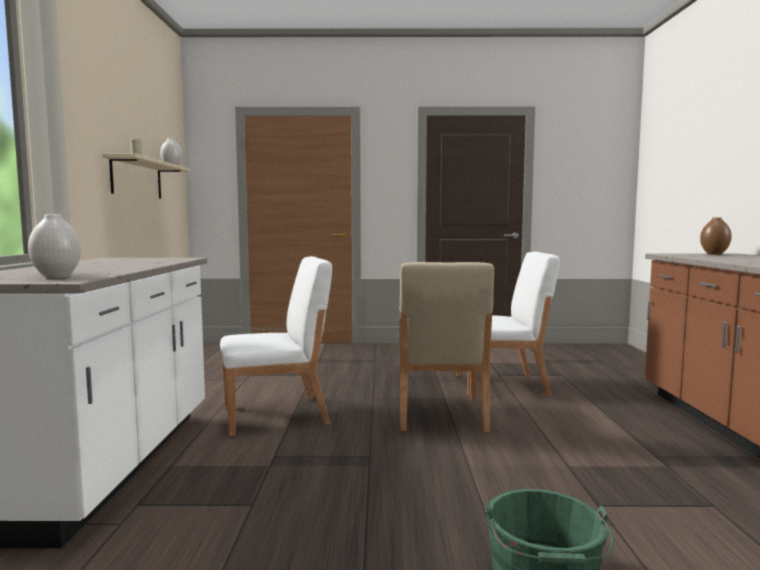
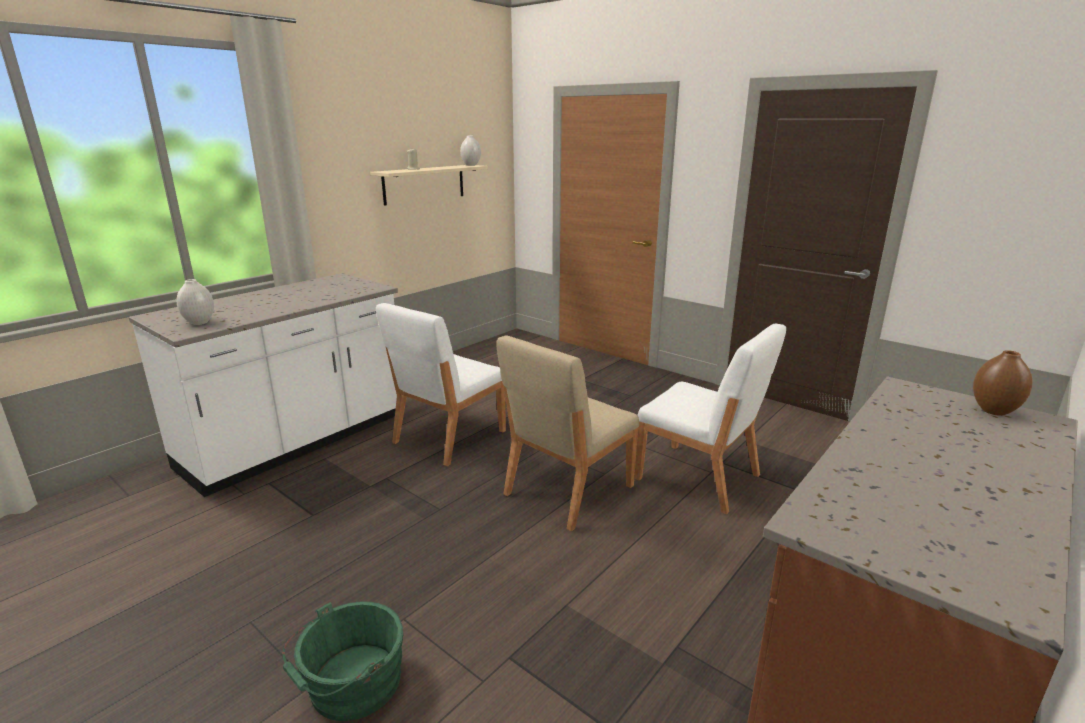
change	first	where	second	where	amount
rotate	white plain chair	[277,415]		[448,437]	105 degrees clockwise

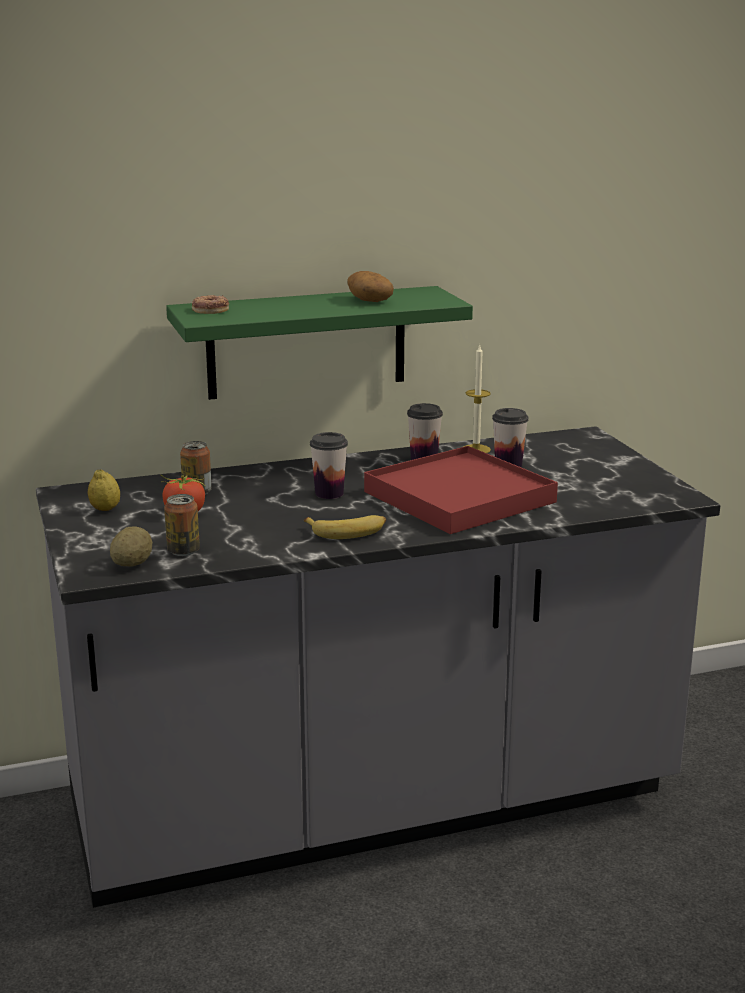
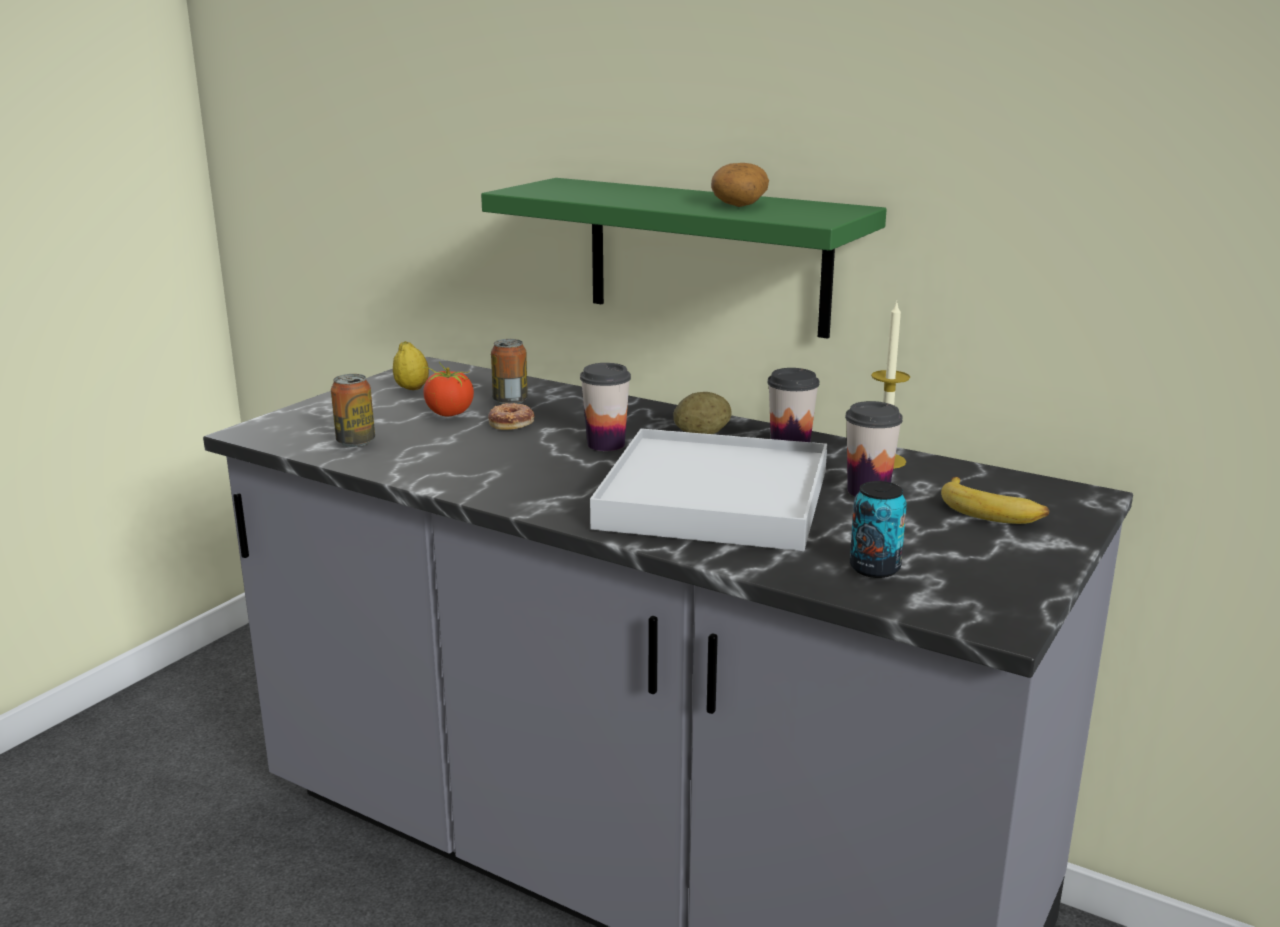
change	first	where	second	where	amount
insert			sealed can	[874,568]	
move	potato	[132,564]		[702,434]	
move	ring doughnut	[211,309]		[511,422]	
move	banana fruit	[347,532]		[991,511]	
recolor	reddish tray	[459,497]	white tray	[715,499]	

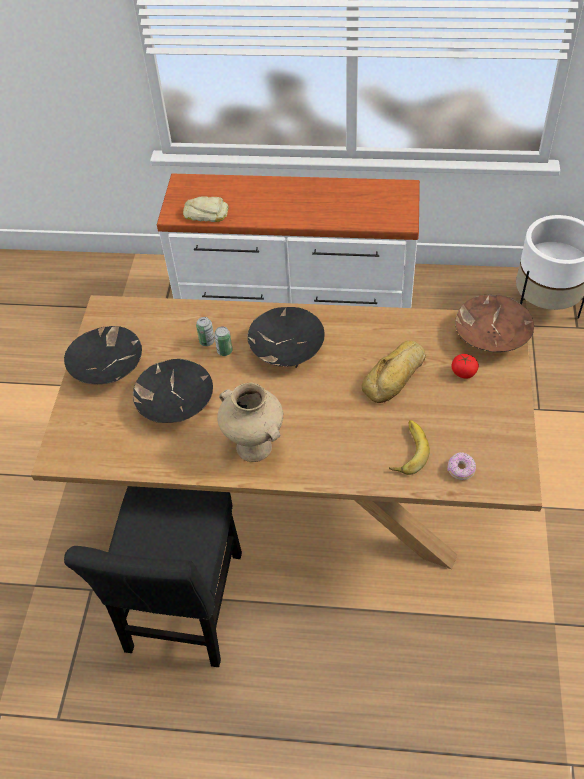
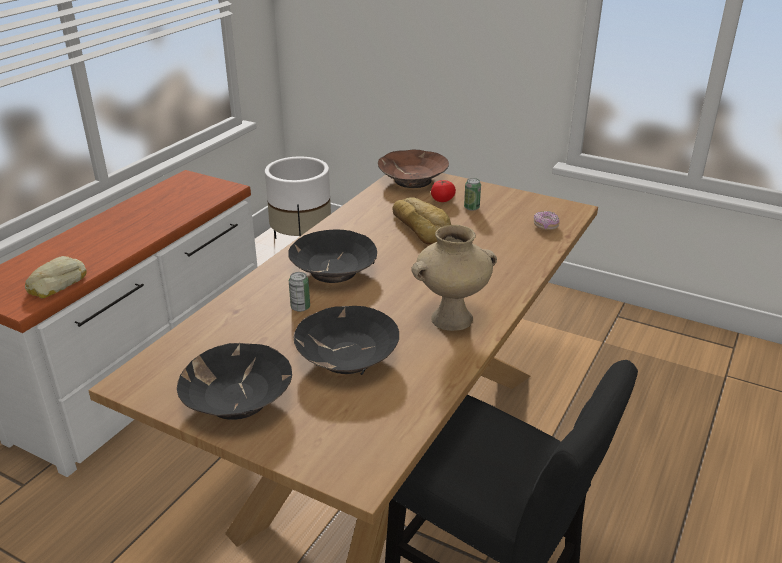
change	first	where	second	where	amount
delete	banana fruit	[406,450]			
move	sealed can	[207,341]		[471,208]	

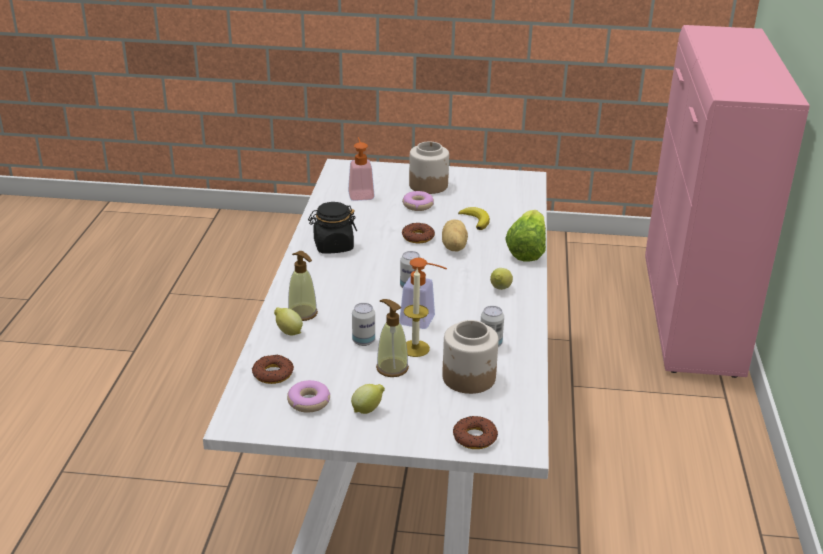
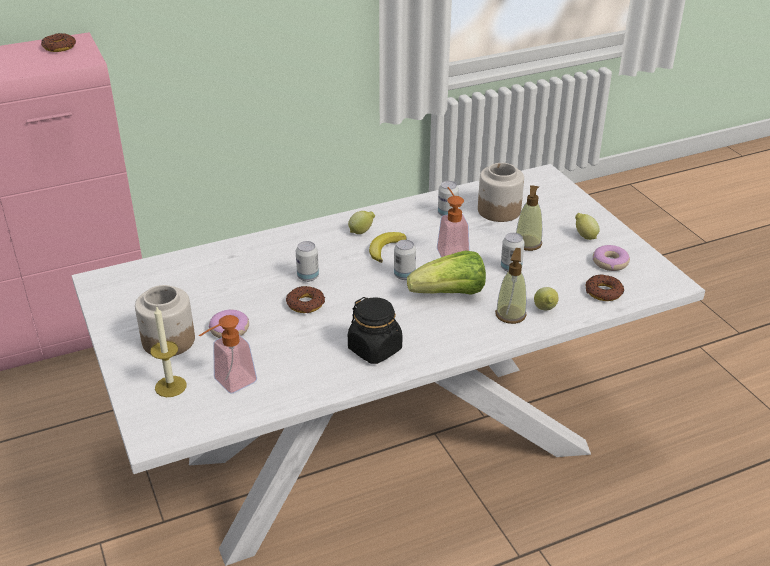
change	first	where	second	where	amount
move	candle	[415,348]		[170,386]	
move	ring doughnut	[474,437]		[59,47]	
move	banana fruit	[476,220]		[385,249]	
move	lettuce	[527,250]		[450,294]	
replace	potato	[453,247]	sealed can	[308,277]	

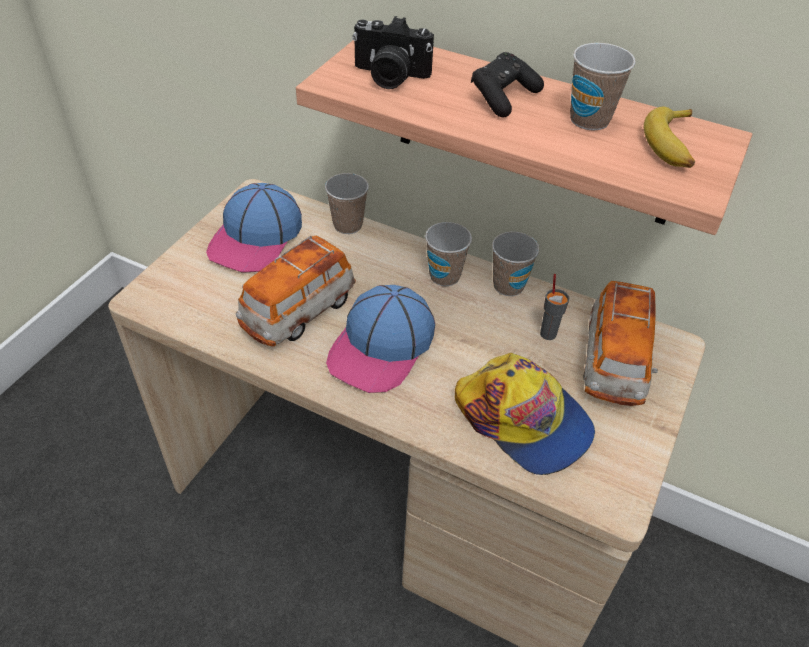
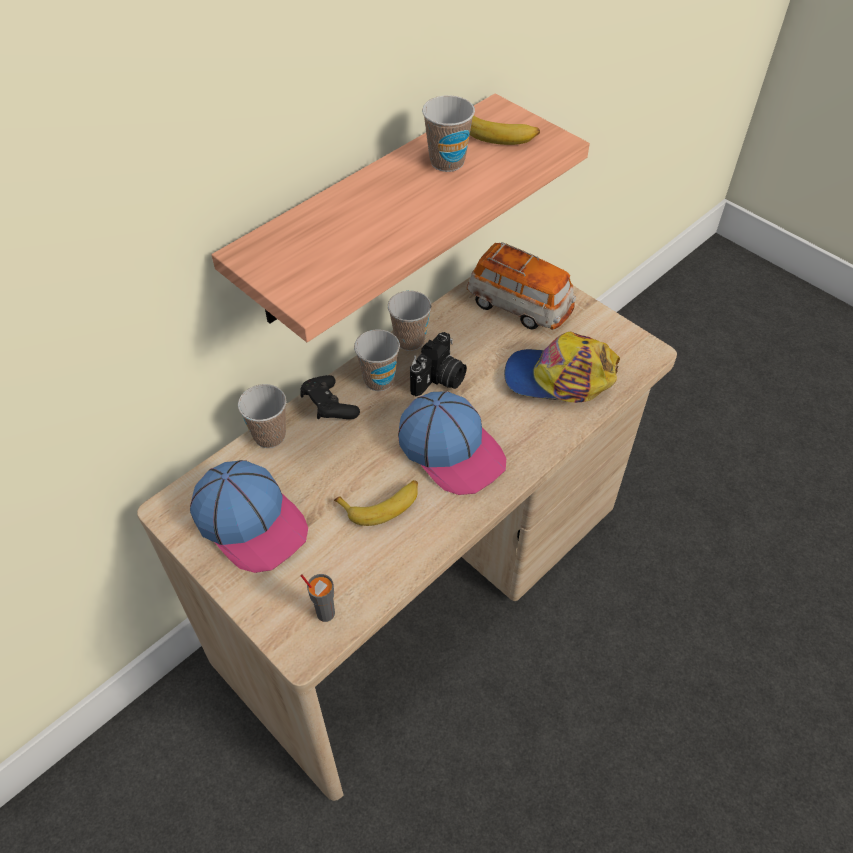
change	first	where	second	where	amount
move	photo camera	[389,77]		[439,380]	
move	blackish joypad	[503,97]		[329,407]	
move	greyish cup	[548,333]		[325,613]	
replace	model car	[298,312]	banana fruit	[382,504]	
rotate	cap	[523,420]		[560,378]	150 degrees counterclockwise

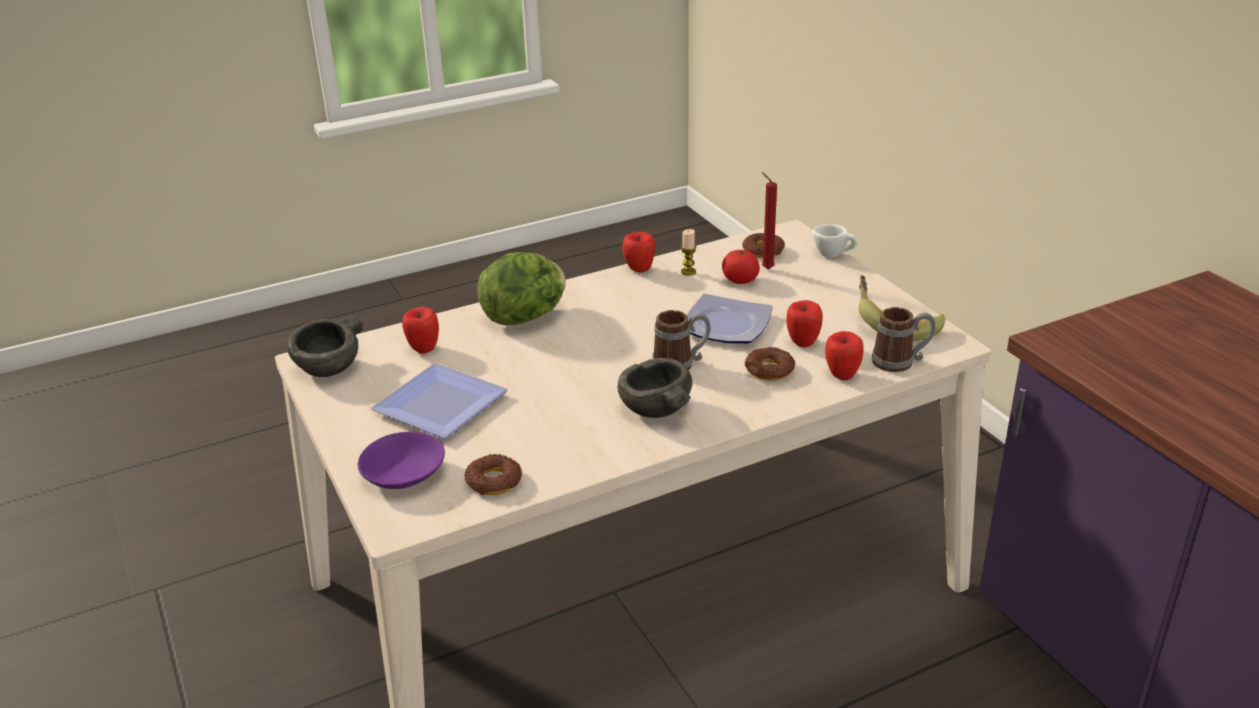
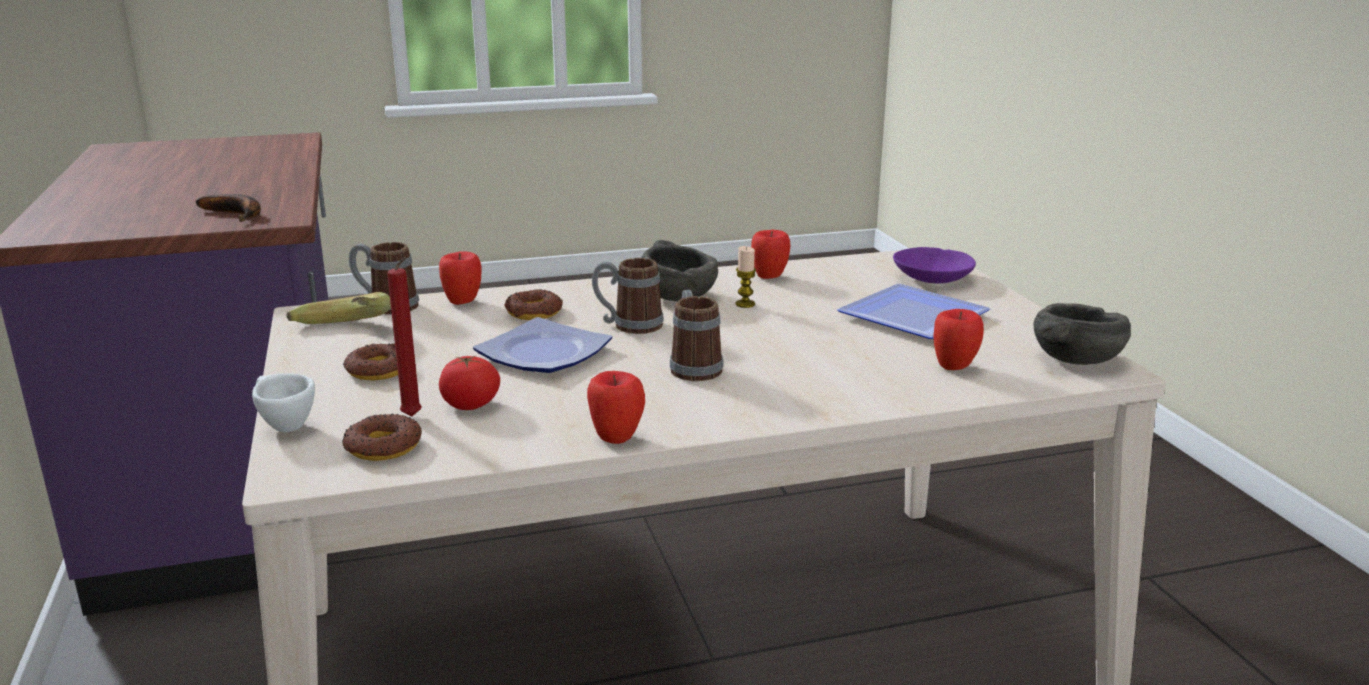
change	first	where	second	where	amount
delete	lettuce	[526,317]			
insert			banana fruit	[237,214]	
insert			coffee mug	[693,366]	
move	ring doughnut	[494,481]		[379,370]	
move	candle	[688,272]		[745,304]	
move	apple fruit	[802,342]		[769,277]	

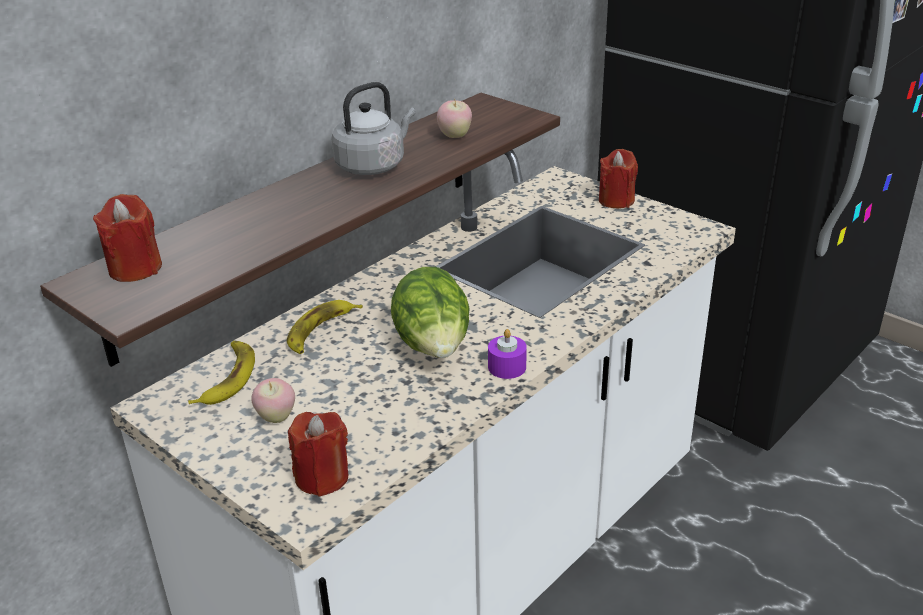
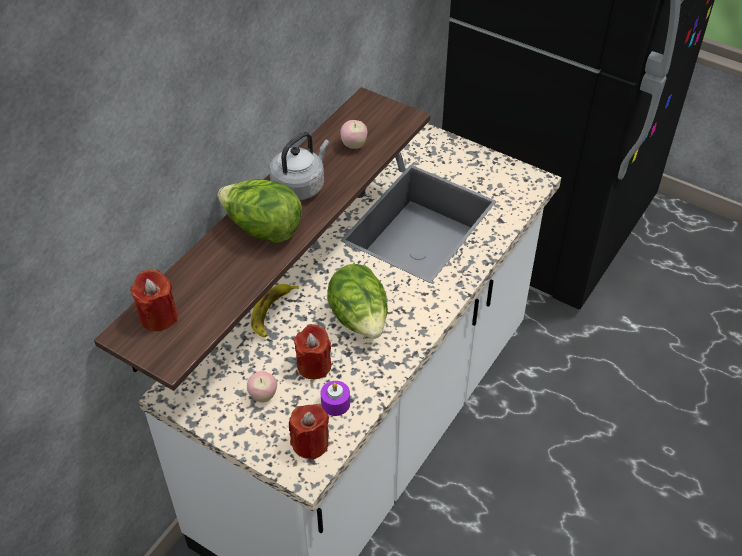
change	first	where	second	where	amount
delete	banana fruit	[227,378]			
insert			lettuce	[263,229]	
move	purple candle	[507,367]		[335,403]	
move	reddish candle	[616,200]		[314,365]	

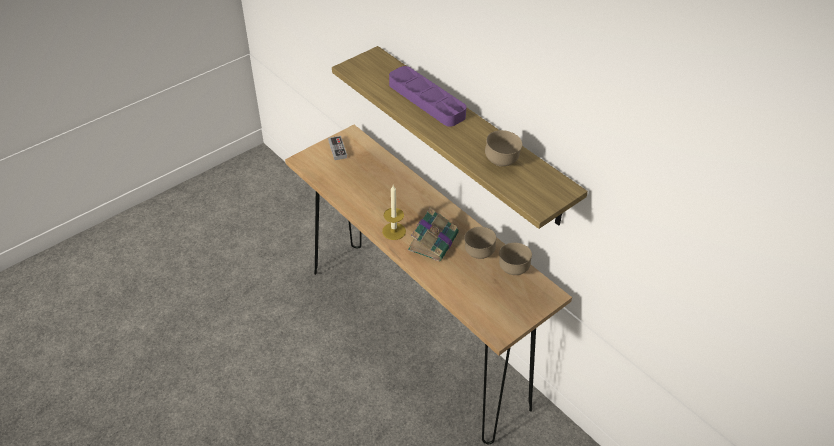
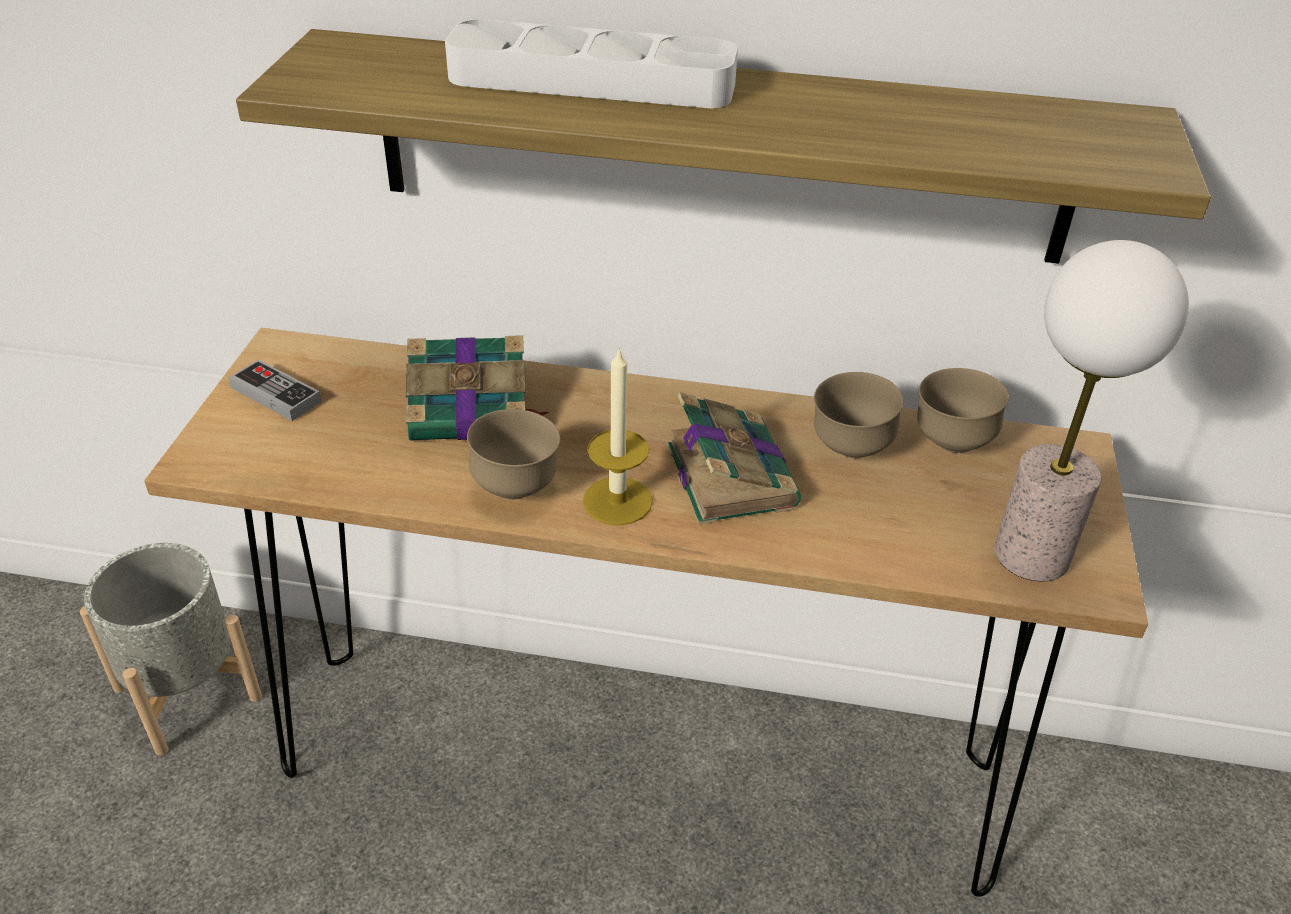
change	first	where	second	where	amount
insert			greyish planter	[186,693]	
insert			volume	[473,411]	
insert			lamp for a table	[1032,555]	
move	brownish serving bowl	[501,162]		[516,488]	
recolor	purple tray	[426,100]	white tray	[591,81]	

